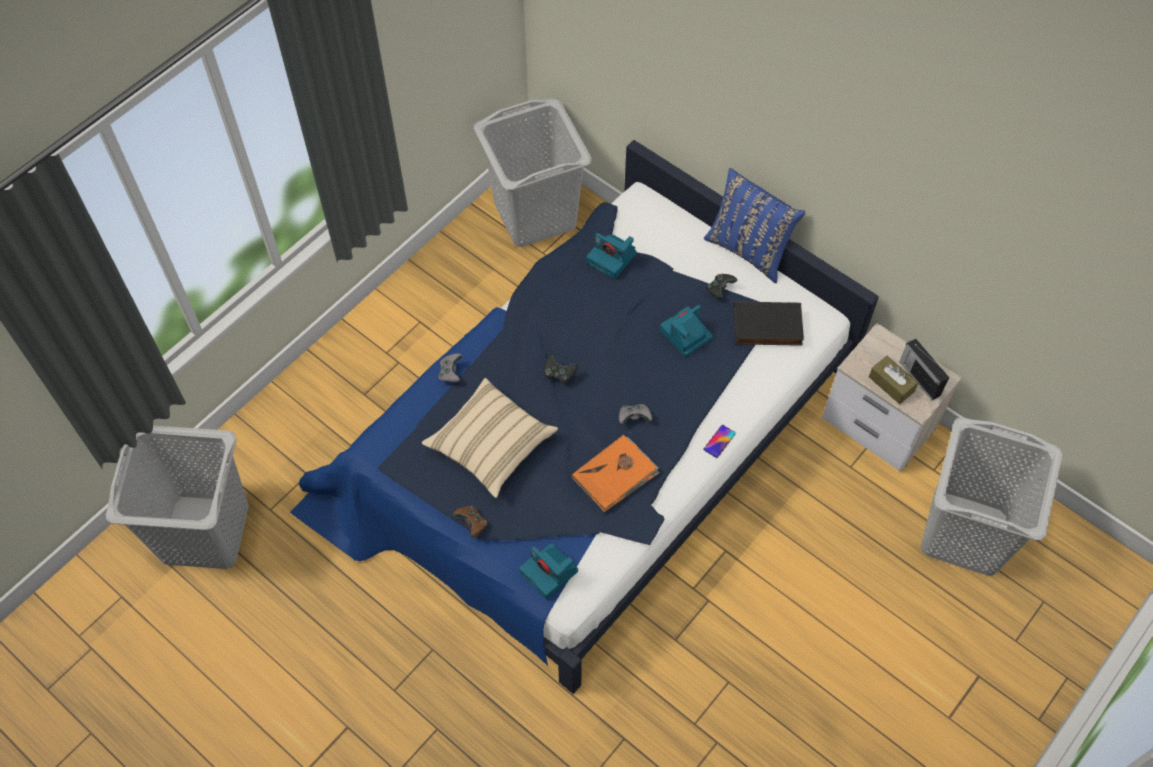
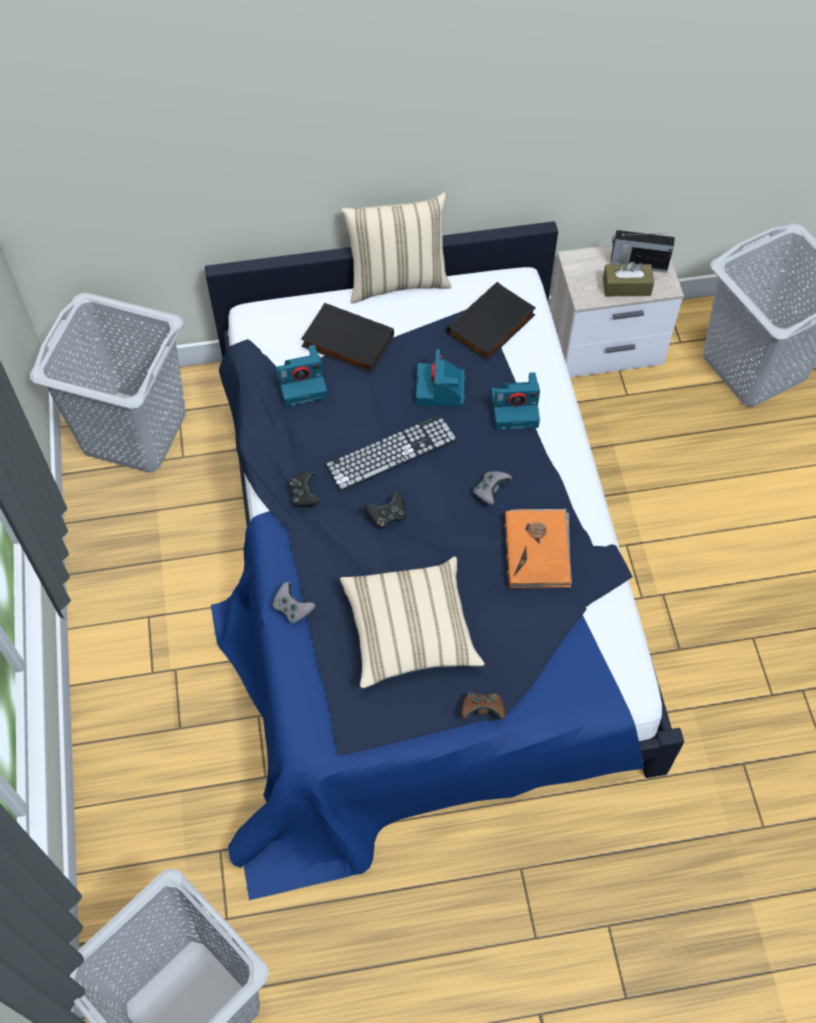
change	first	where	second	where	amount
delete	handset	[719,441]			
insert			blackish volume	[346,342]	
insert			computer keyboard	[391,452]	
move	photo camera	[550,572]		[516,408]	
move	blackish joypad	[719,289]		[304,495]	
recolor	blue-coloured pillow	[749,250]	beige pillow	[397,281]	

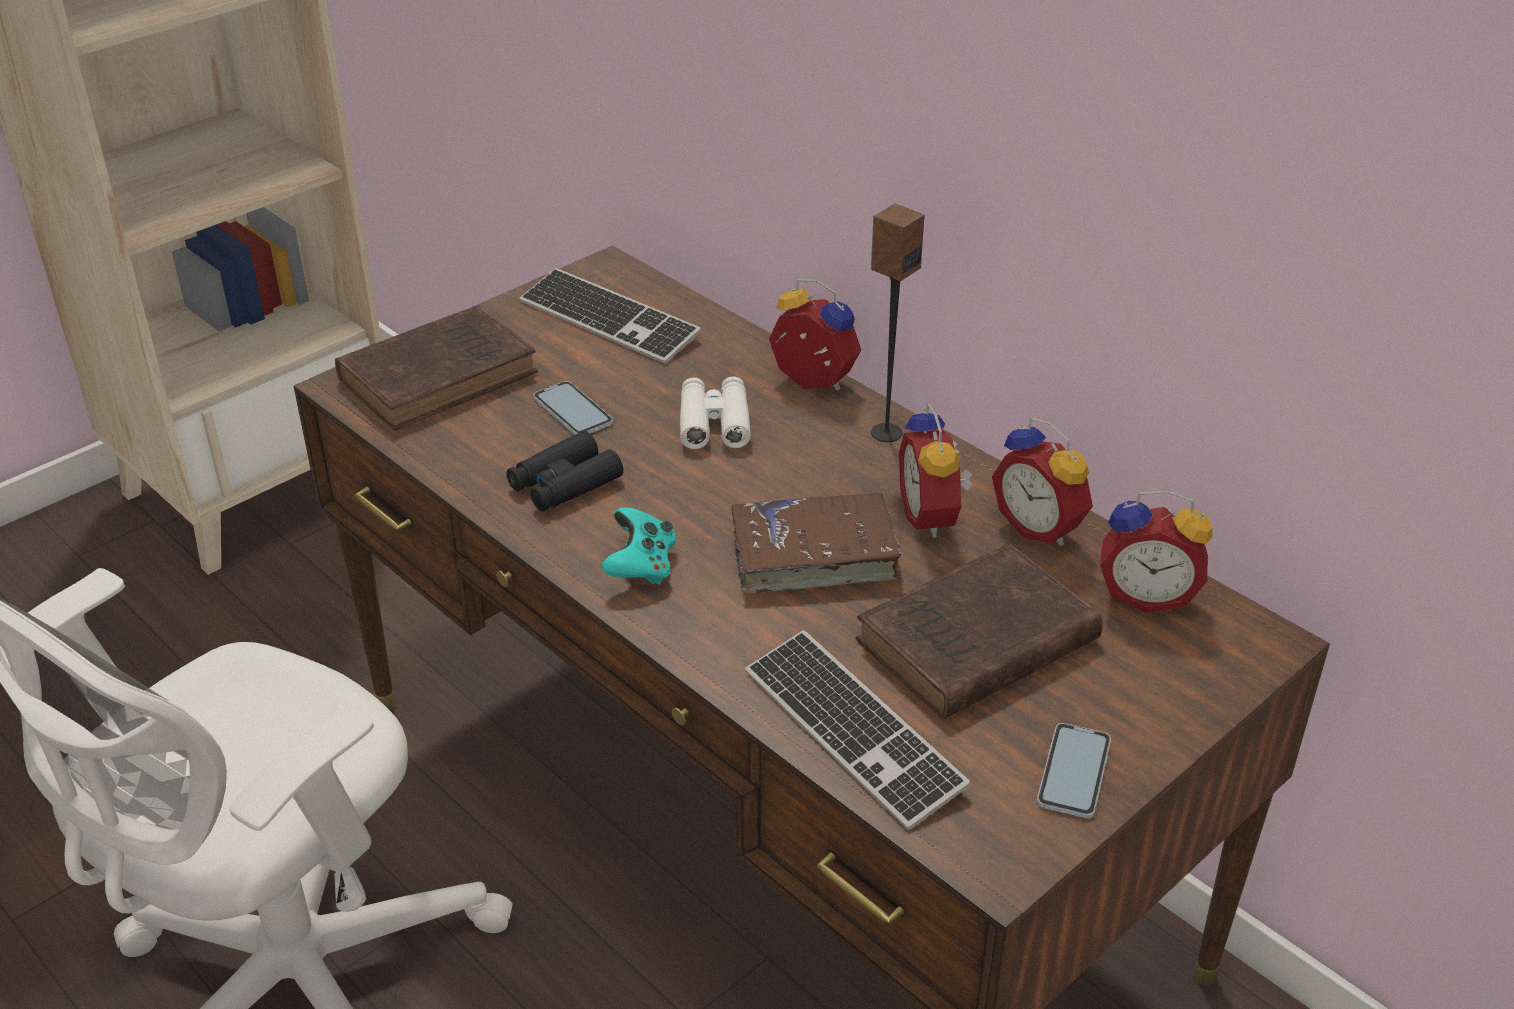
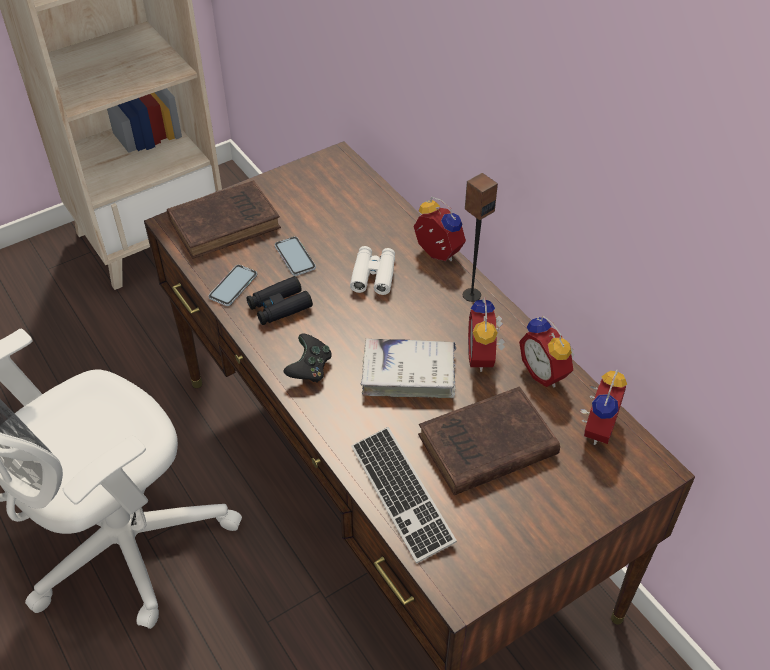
change	first	where	second	where	amount
delete	computer keyboard	[608,320]			
move	handset	[1074,772]		[233,286]	
recolor	turquoise joypad	[641,566]	blackish joypad	[309,369]	
recolor	brownish volume	[814,555]	white volume	[409,374]	
rotate	bedside clock	[1147,594]		[595,428]	90 degrees counterclockwise

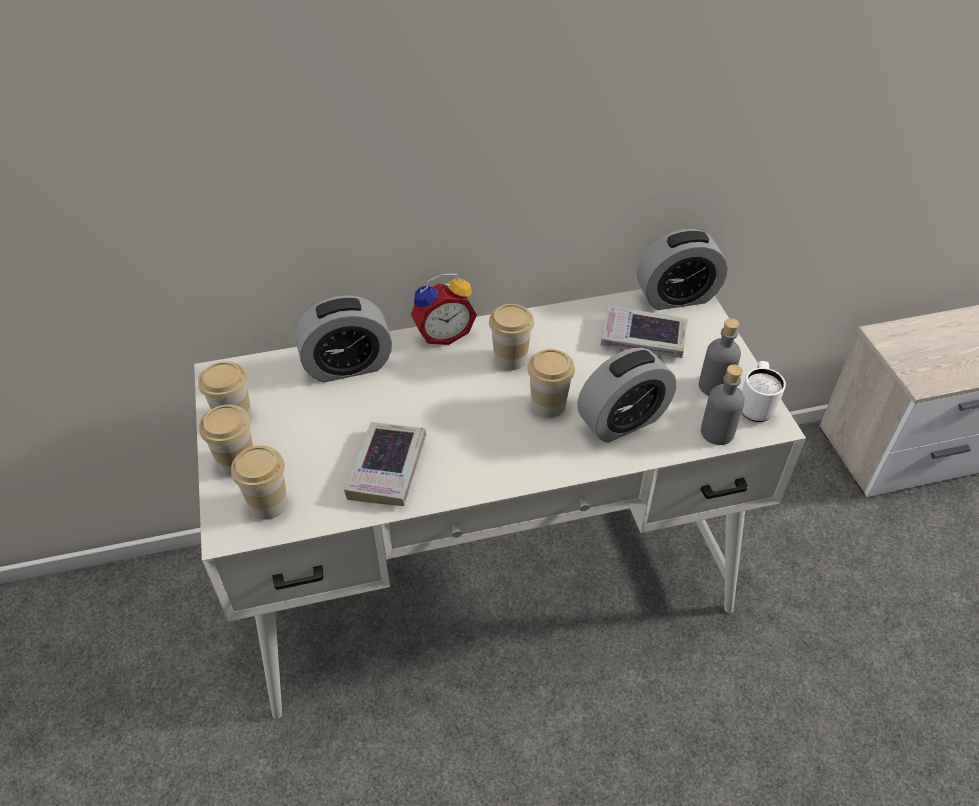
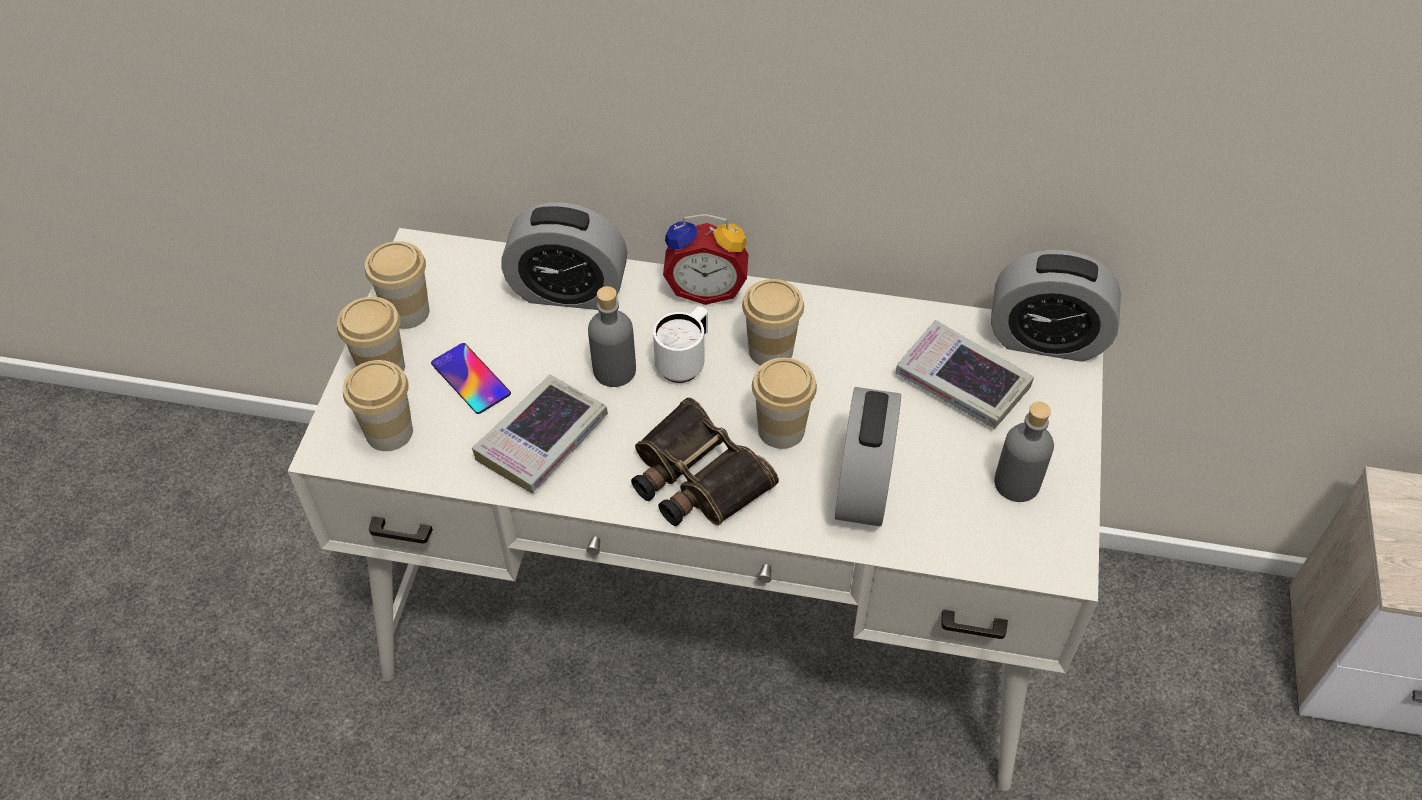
change	first	where	second	where	amount
insert			handset	[470,379]	
insert			binoculars	[695,477]	
move	greyish beverage bottle	[717,432]		[614,370]	
move	white coffee mug	[755,406]		[684,362]	
rotate	bedside clock	[622,421]		[863,485]	105 degrees clockwise

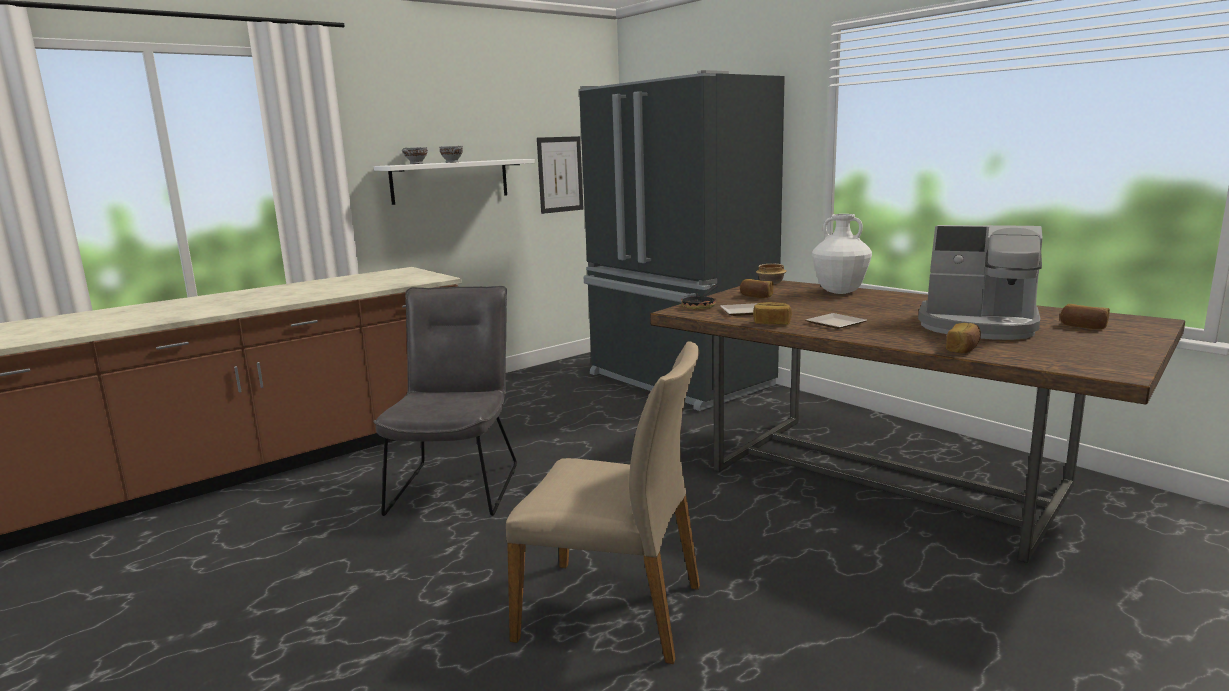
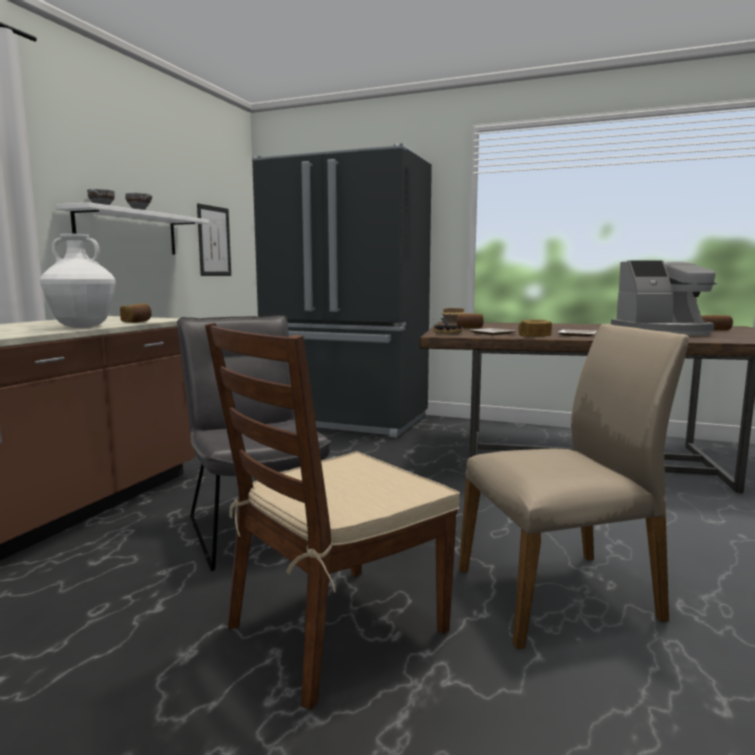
change	first	where	second	where	amount
insert			brownish plain chair	[335,629]	
move	white vase	[839,292]		[82,327]	
move	bakery bread	[964,349]		[137,322]	

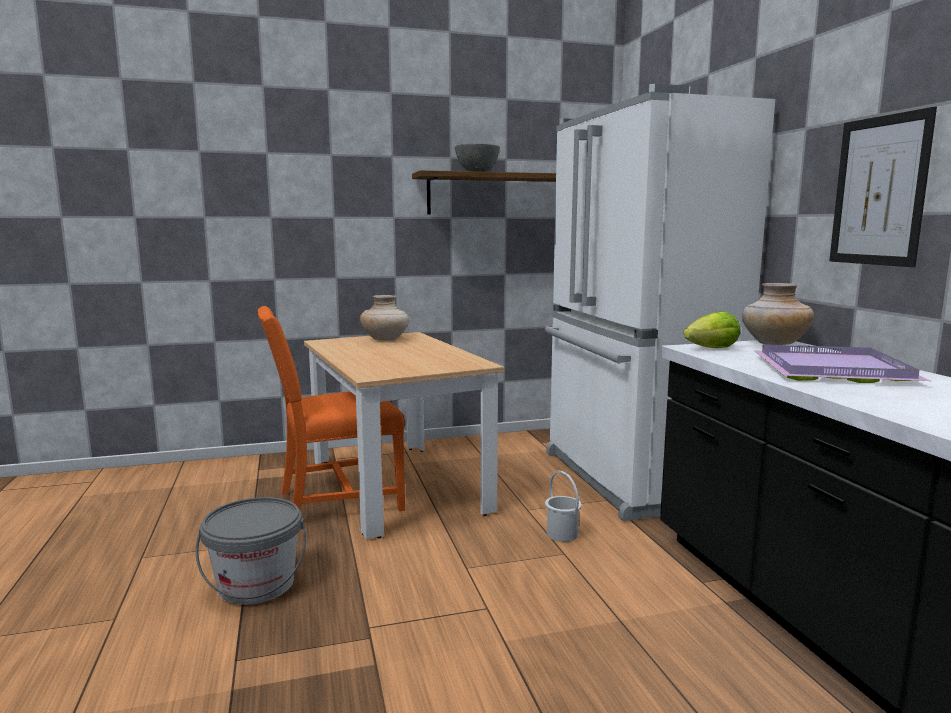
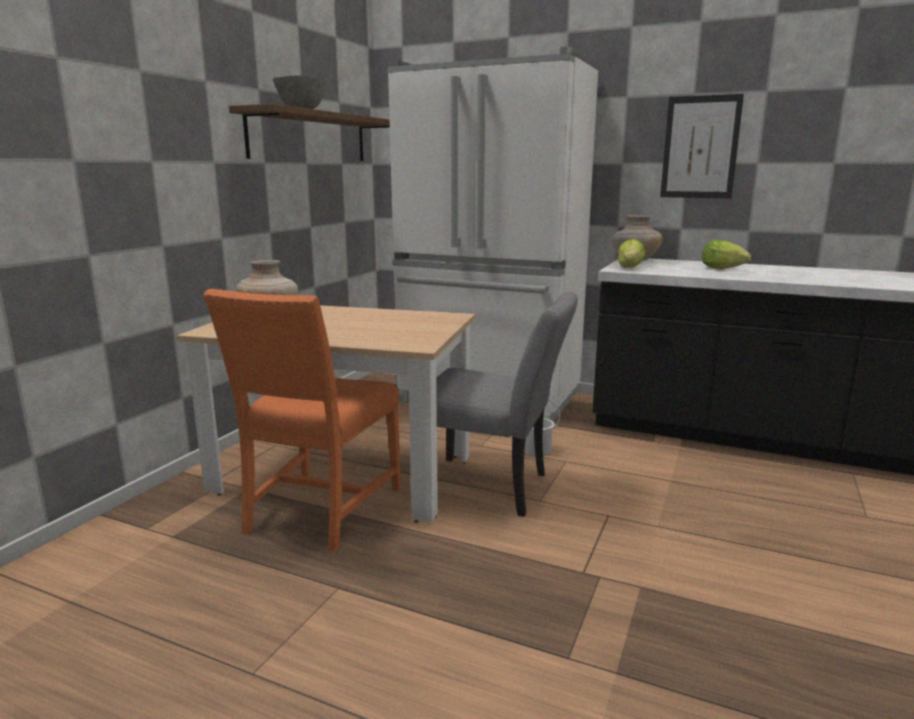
change	first	where	second	where	amount
delete	greyish water bucket	[256,585]			
insert			greyish plain chair	[493,488]	
replace	purple tray	[833,369]	lettuce	[722,269]	

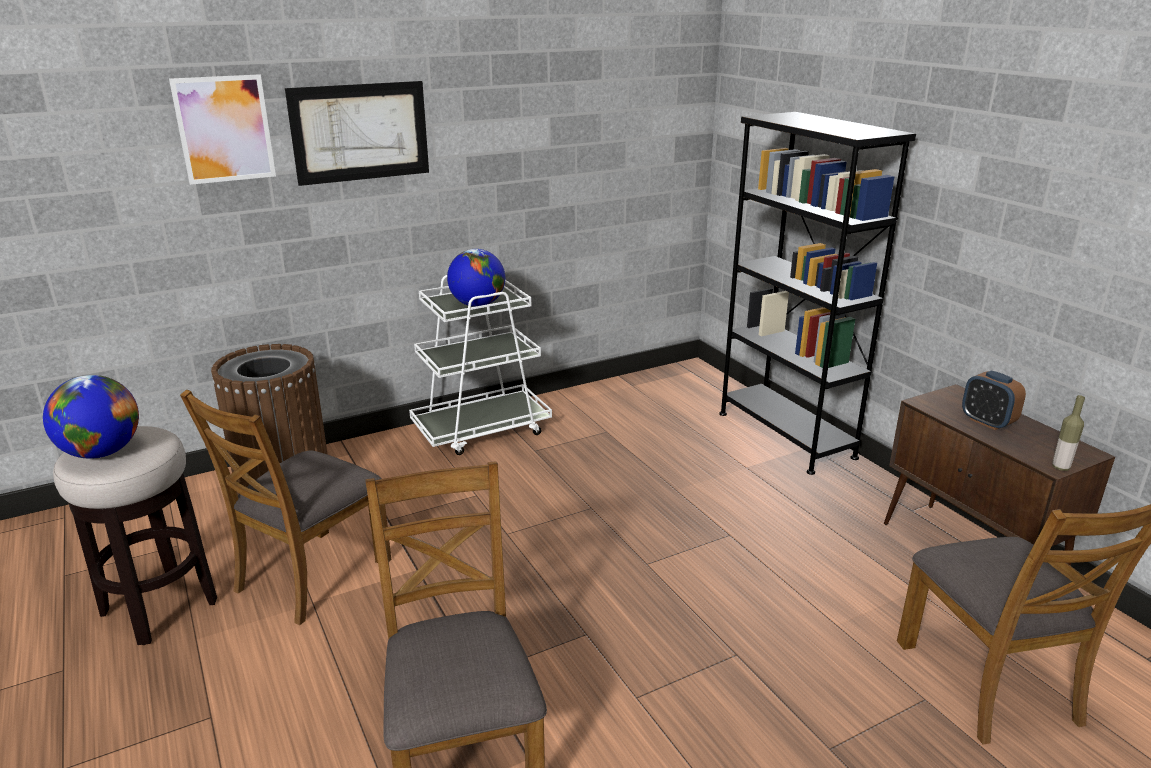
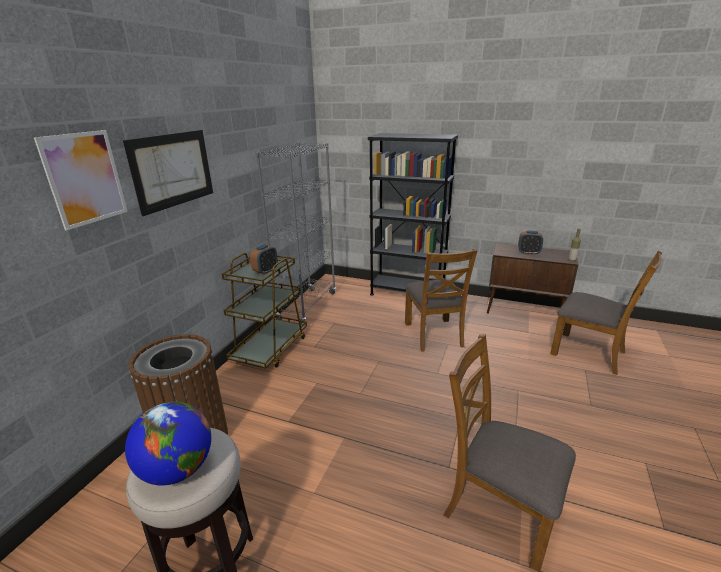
change	first	where	second	where	amount
insert			greyish bookshelf	[307,306]	
move	brownish plain chair	[311,575]		[434,334]	
replace	globe	[477,305]	bedside clock	[265,271]	
recolor	white trolley	[482,430]	brownish trolley	[270,348]	

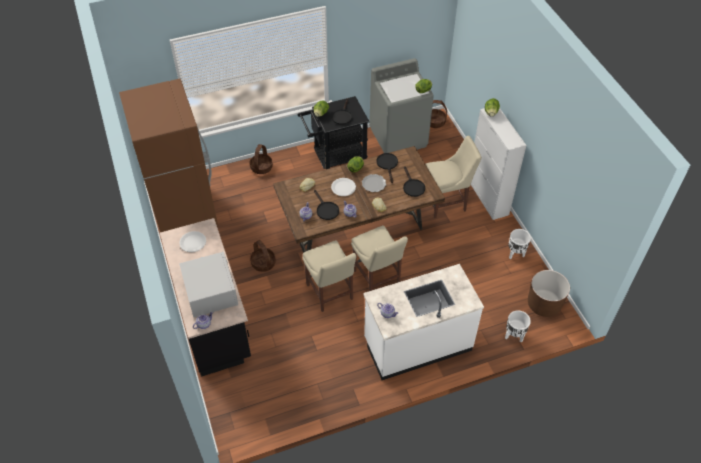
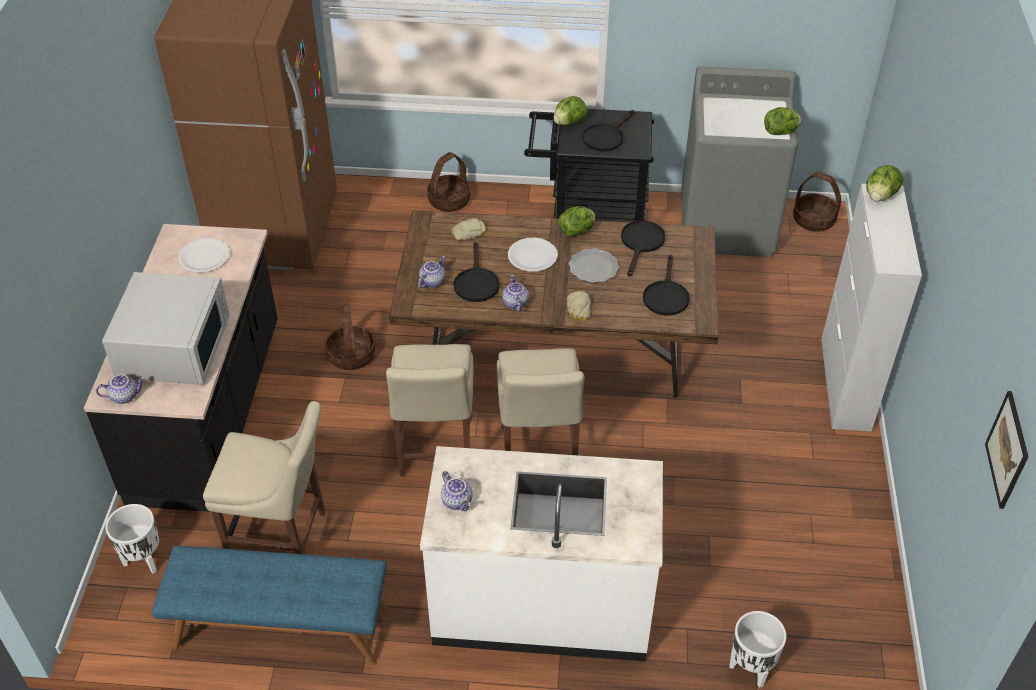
change	first	where	second	where	amount
delete	brownish planter	[544,304]			
insert			blue-coloured bench	[280,627]	
insert			picture	[1007,450]	
move	beige plain chair	[447,203]		[283,538]	
move	white planter	[515,254]		[143,560]	

